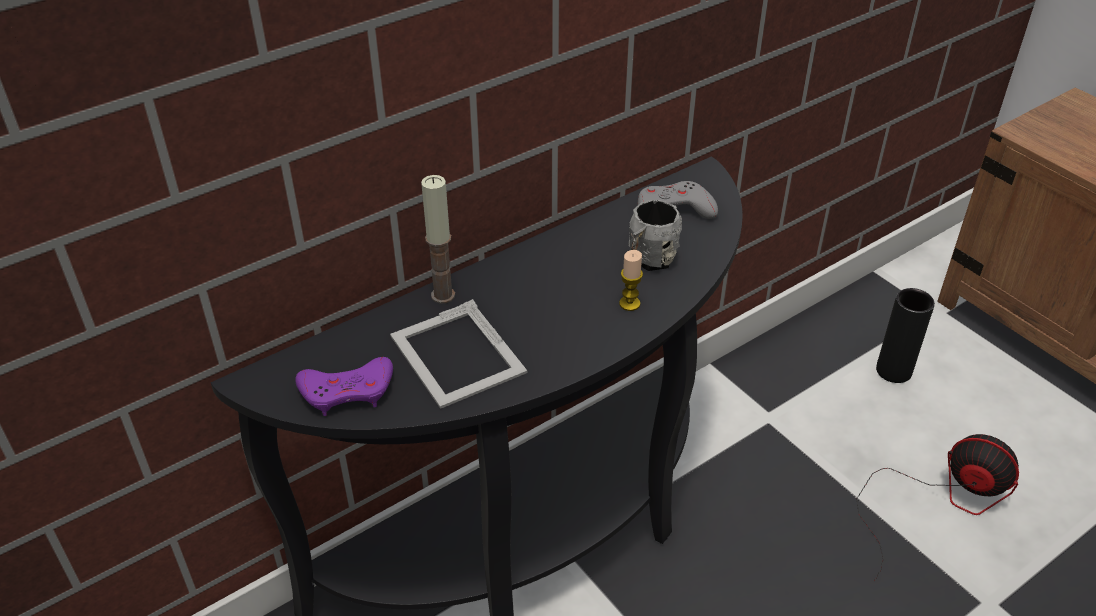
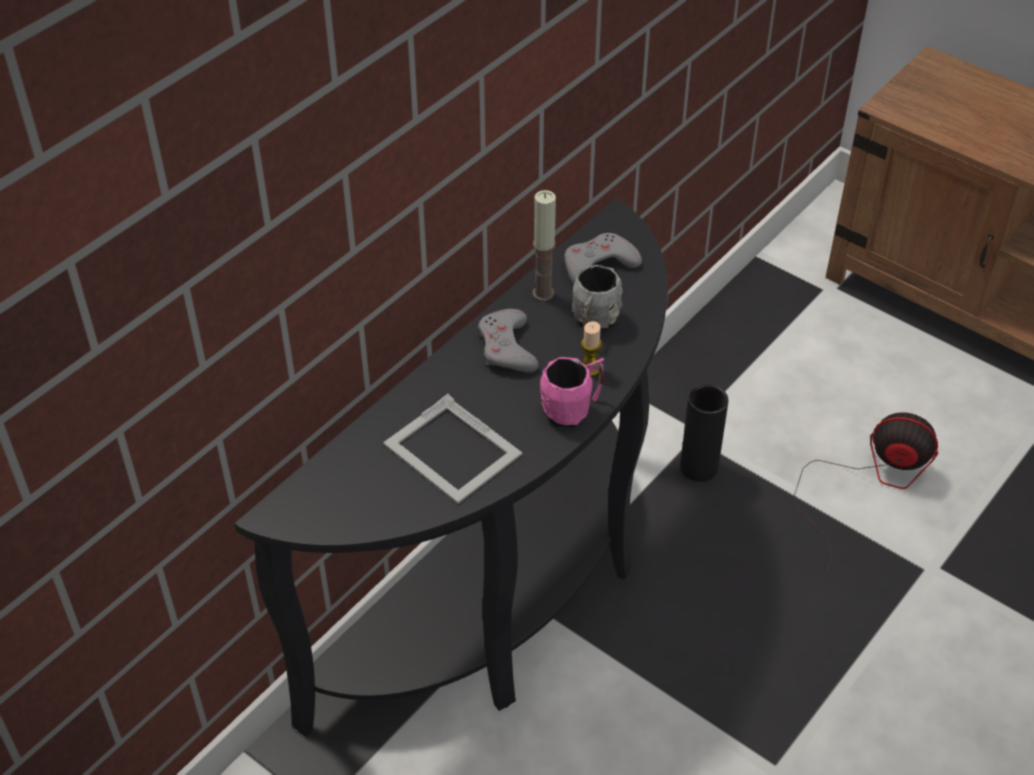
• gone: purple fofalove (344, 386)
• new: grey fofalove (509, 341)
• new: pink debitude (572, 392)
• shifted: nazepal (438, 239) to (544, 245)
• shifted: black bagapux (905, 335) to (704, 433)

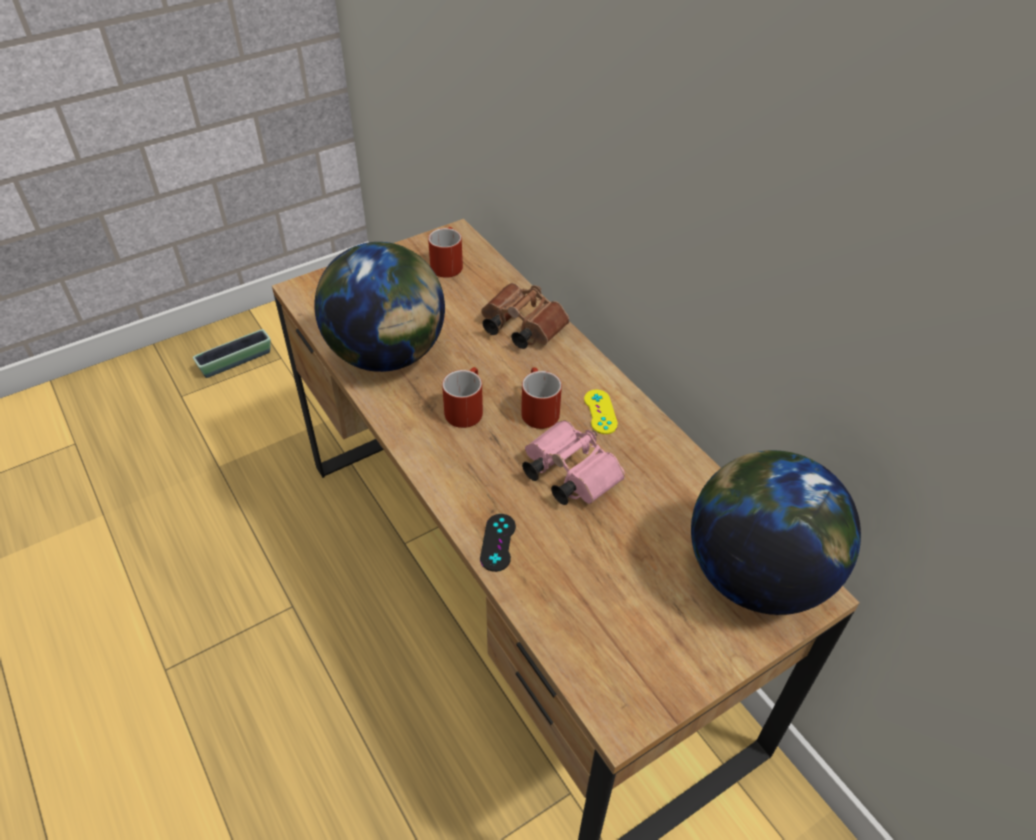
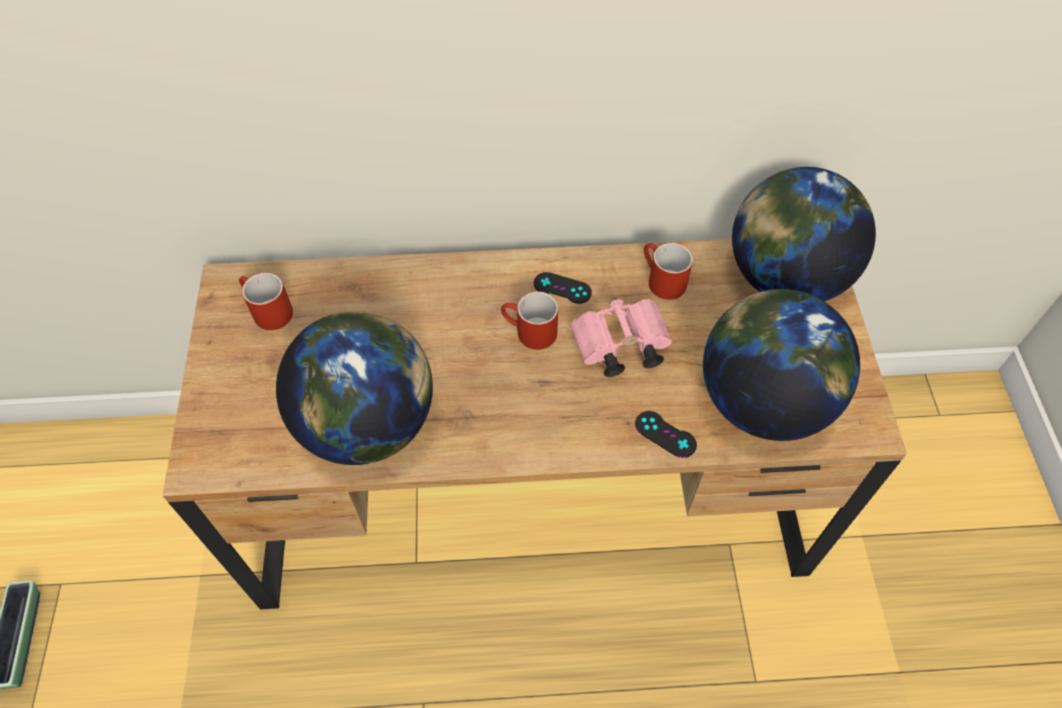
• gone: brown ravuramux (525, 316)
• new: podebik (781, 365)
• shifted: red debitude (462, 397) to (668, 271)
• repainted: yellow fofalove (601, 412) to black fofalove (563, 288)

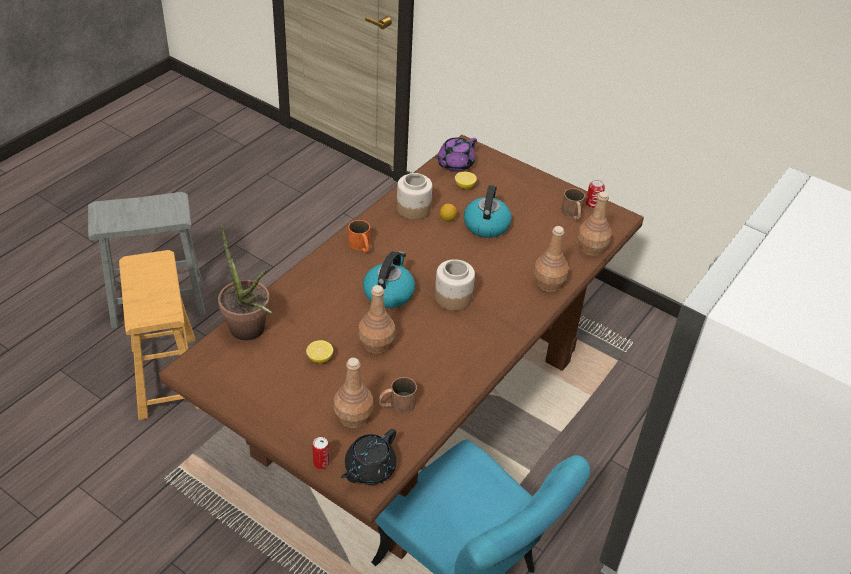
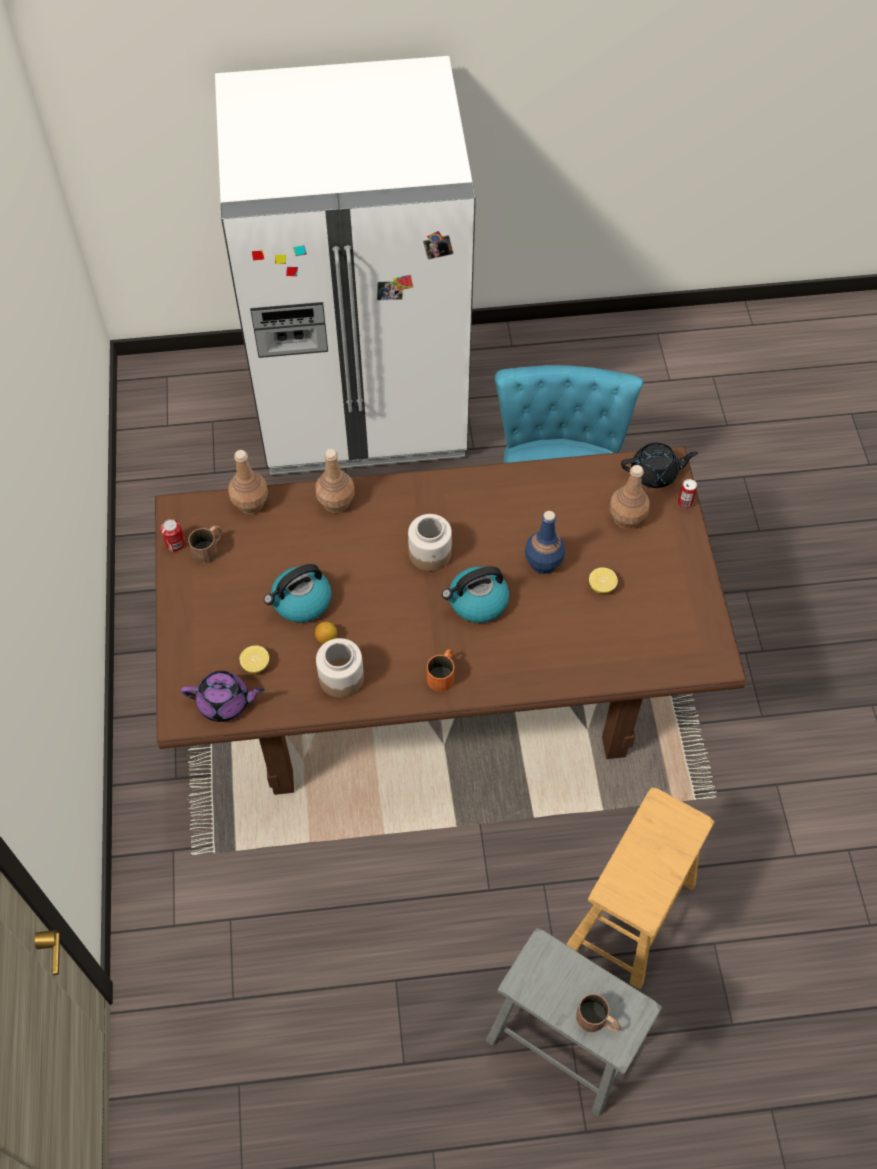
• gone: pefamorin (245, 282)
• shifted: brown debitude (397, 395) to (598, 1013)
• repainted: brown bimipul (376, 319) to blue bimipul (545, 542)

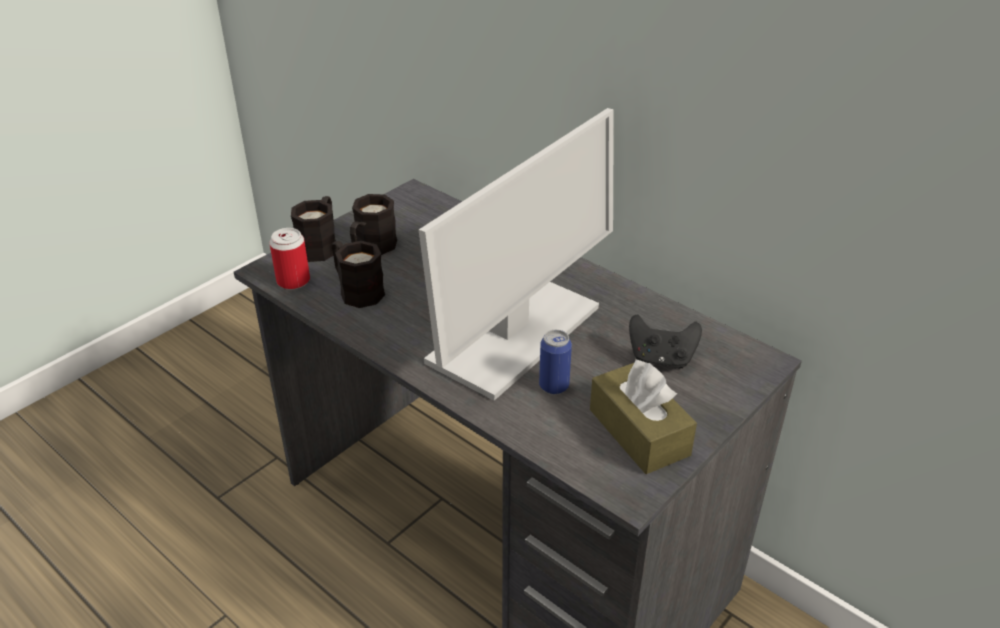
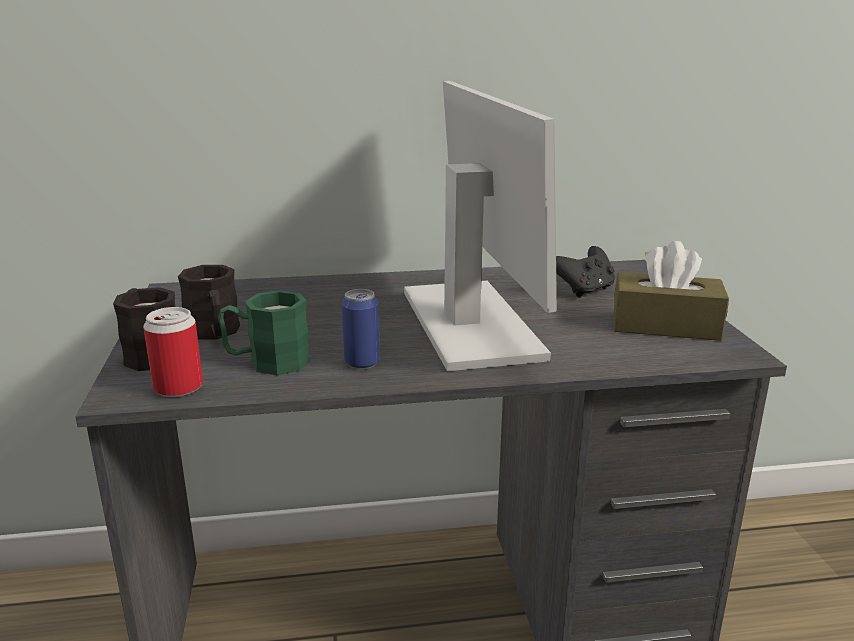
• shifted: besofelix (555, 362) to (361, 329)
• repainted: black debitude (358, 274) to green debitude (264, 332)

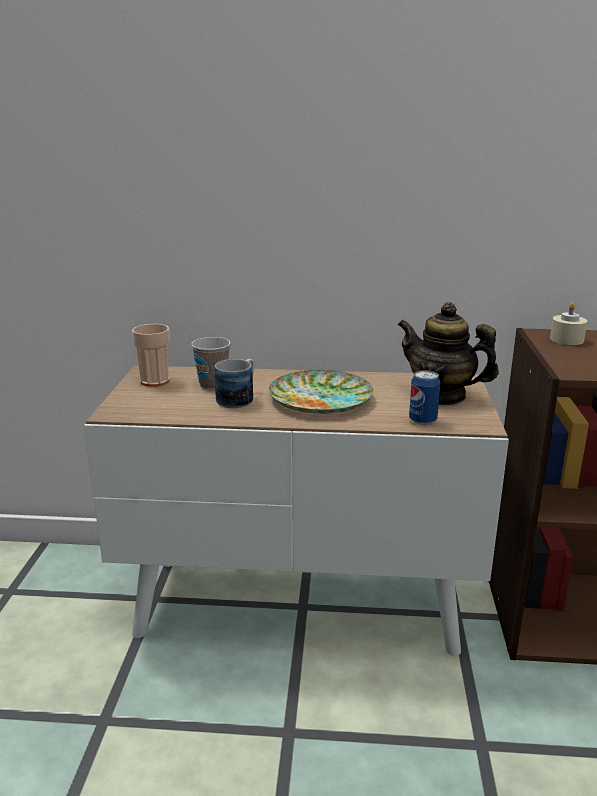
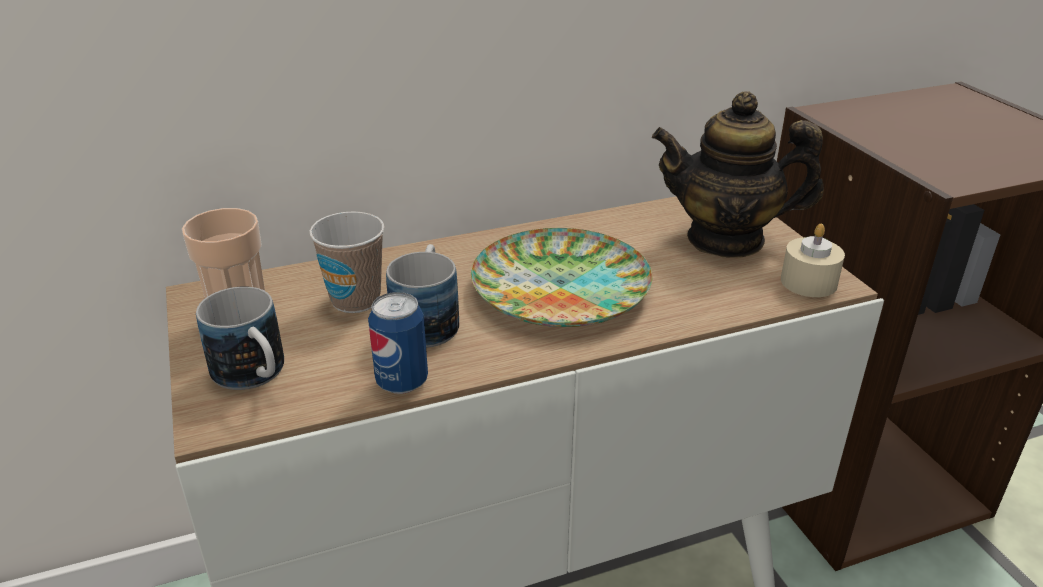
• new: debitude (240, 338)
• shifted: besofelix (424, 397) to (398, 343)
• shifted: beige nazepal (568, 323) to (813, 260)

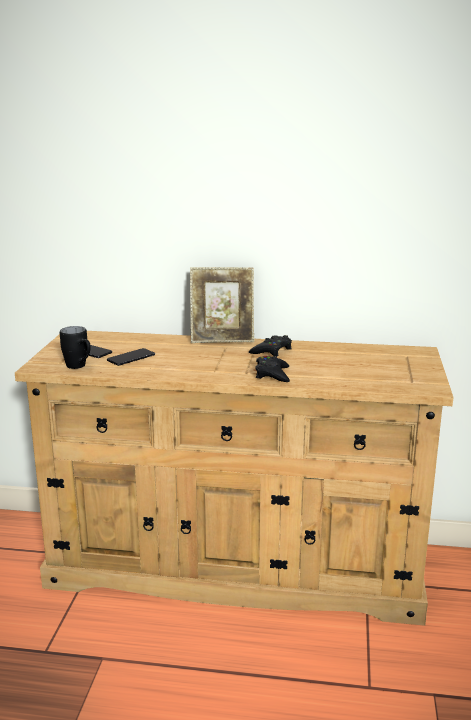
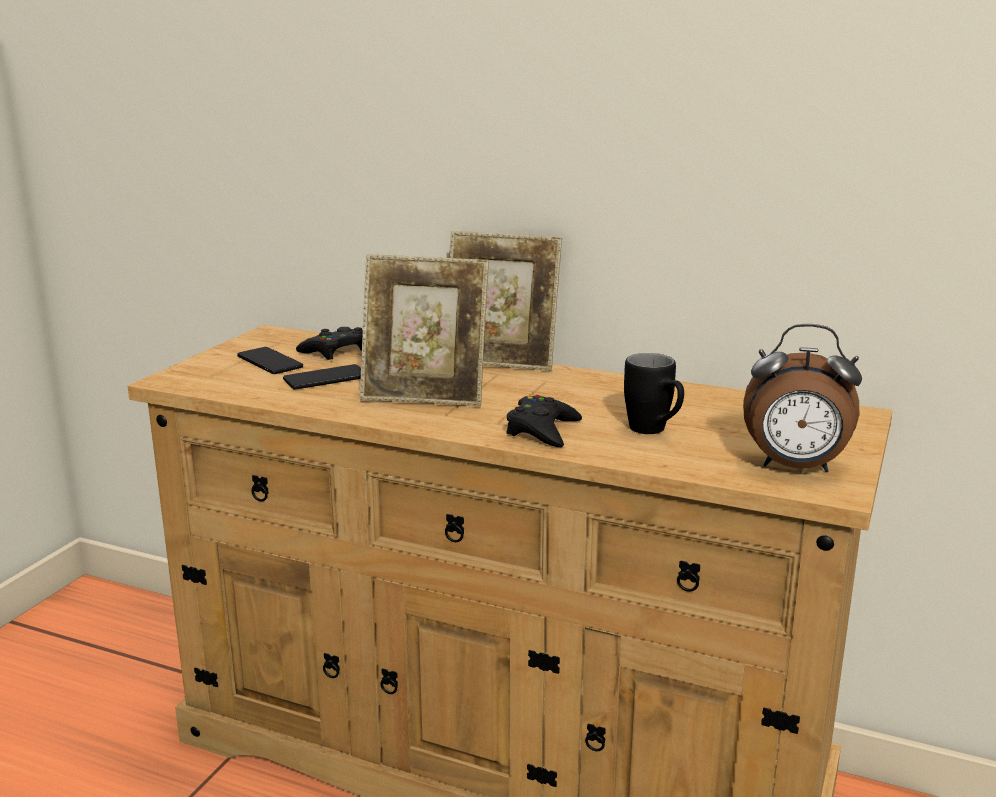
• new: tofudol (424, 330)
• new: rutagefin (802, 398)
• shifted: black debitude (75, 347) to (654, 393)
• shifted: black fofalove (270, 345) to (329, 343)

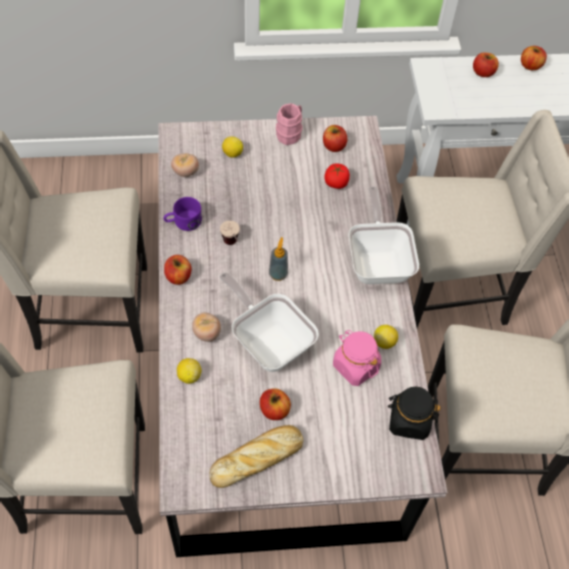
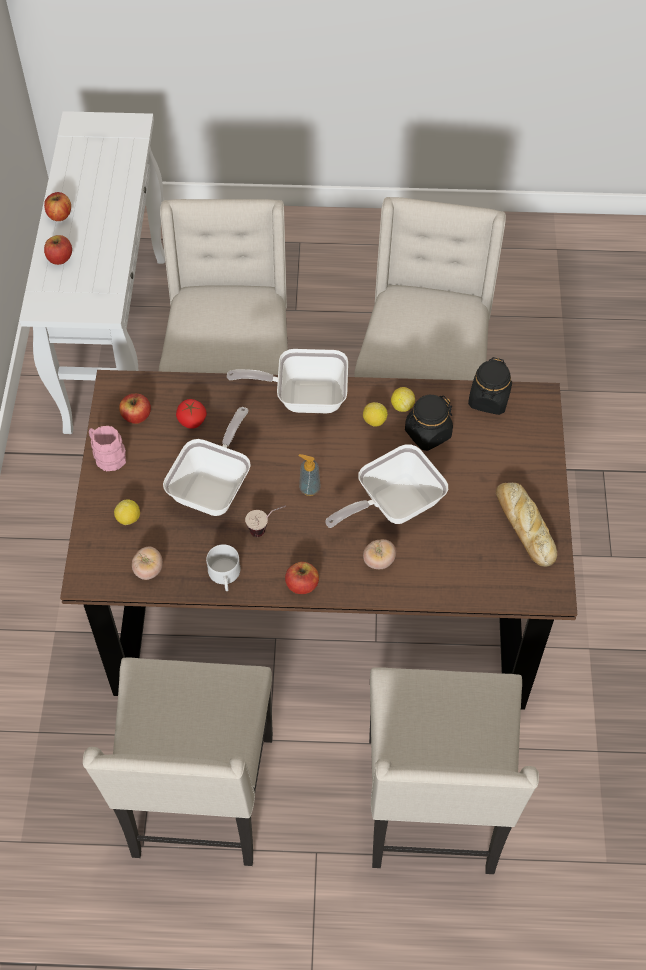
• gone: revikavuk (275, 404)
• new: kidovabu (207, 461)
• shifted: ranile (189, 371) to (375, 414)
• repainted: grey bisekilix (302, 336) to brown bisekilix (318, 540)
• repainted: purple debitude (183, 214) to white debitude (223, 567)
• repainted: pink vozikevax (357, 358) to black vozikevax (429, 423)

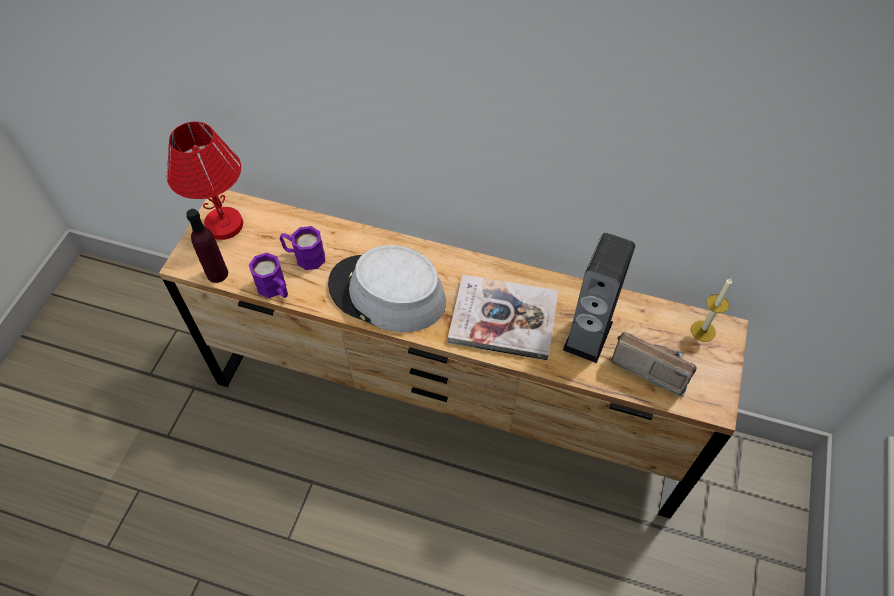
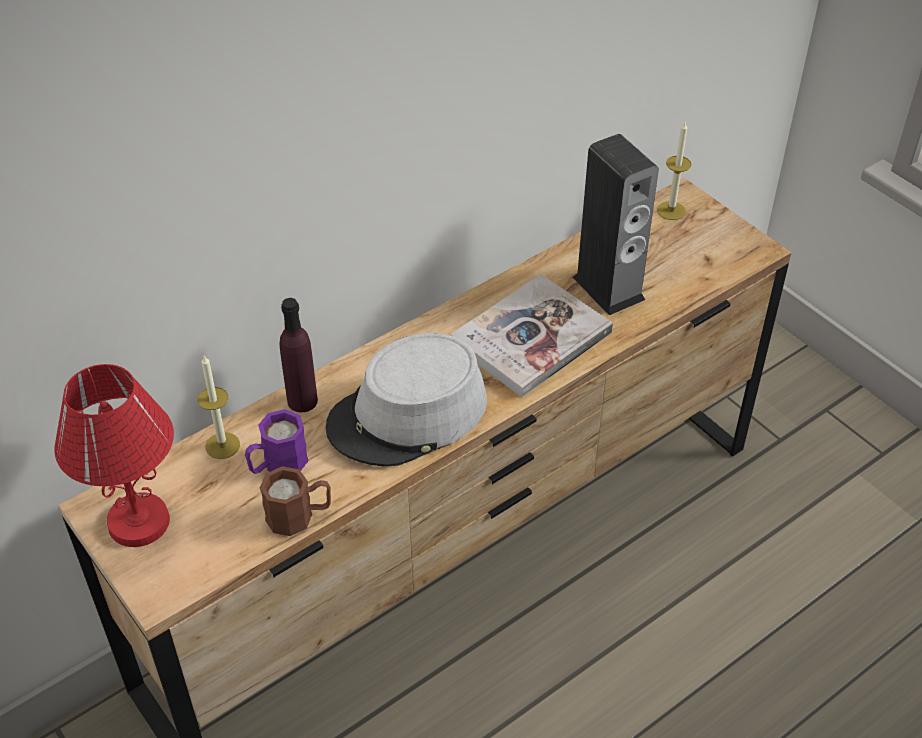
• gone: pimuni (654, 364)
• new: nazepal (219, 407)
• shifted: purple bimipul (207, 246) to (299, 355)
• repainted: purple debitude (268, 275) to brown debitude (295, 501)

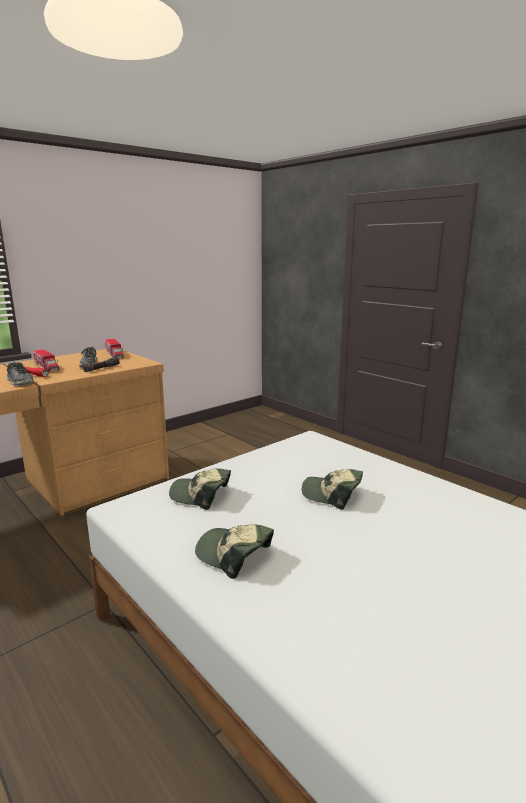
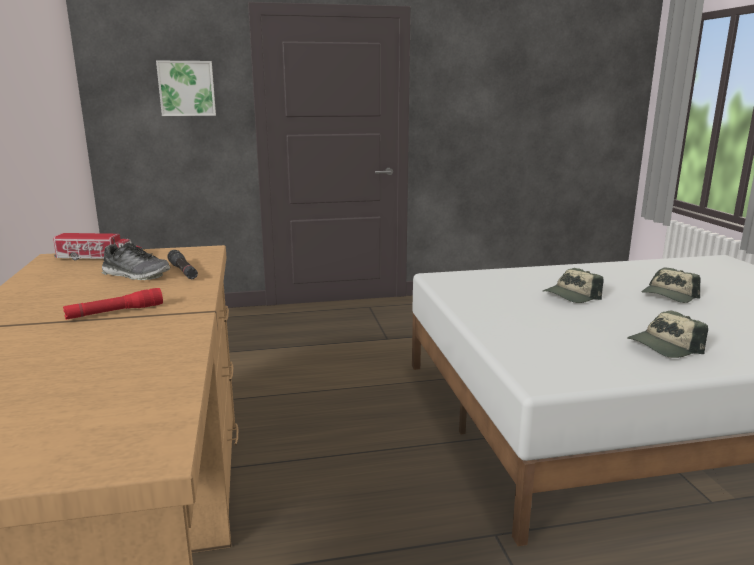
• gone: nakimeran (20, 374)
• gone: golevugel (46, 360)
• new: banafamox (186, 88)
• shifted: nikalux (200, 489) to (671, 285)

